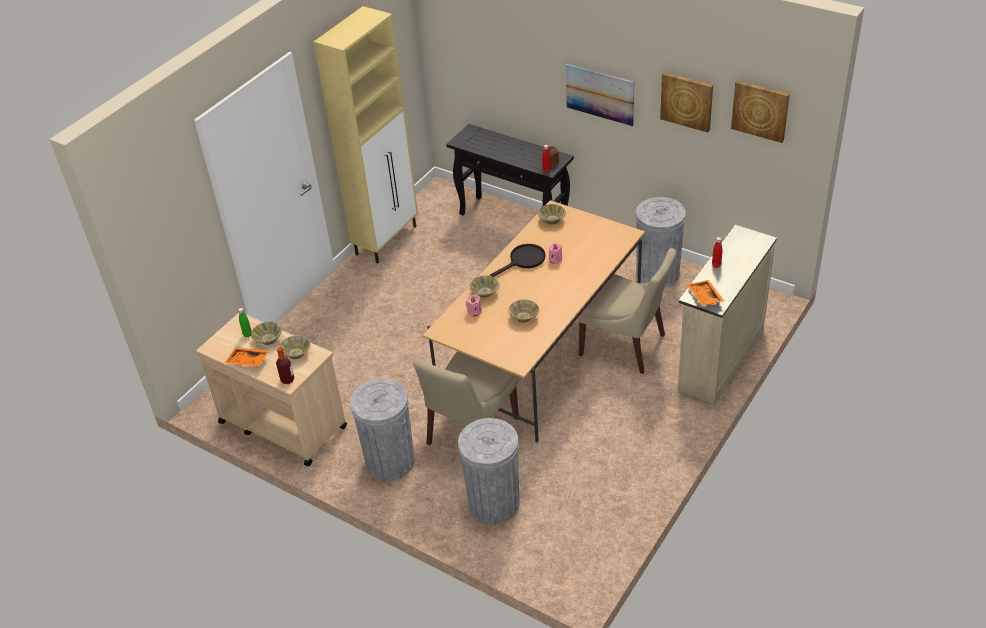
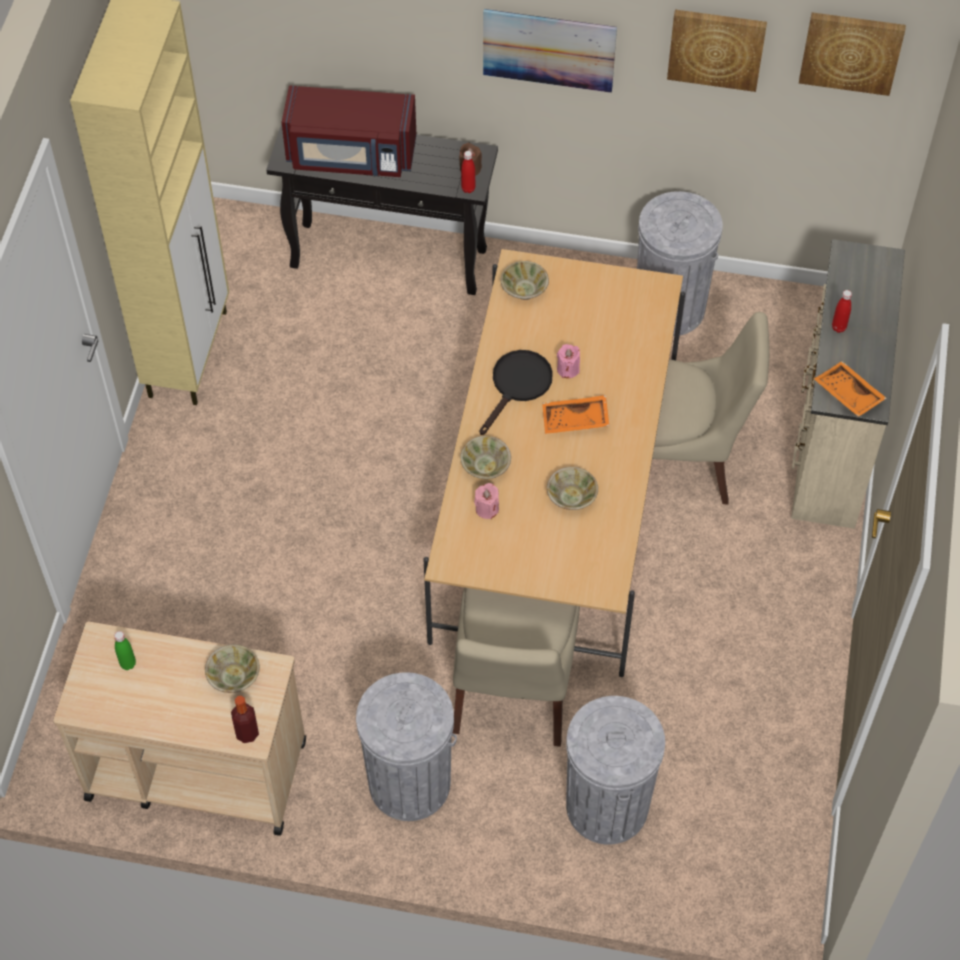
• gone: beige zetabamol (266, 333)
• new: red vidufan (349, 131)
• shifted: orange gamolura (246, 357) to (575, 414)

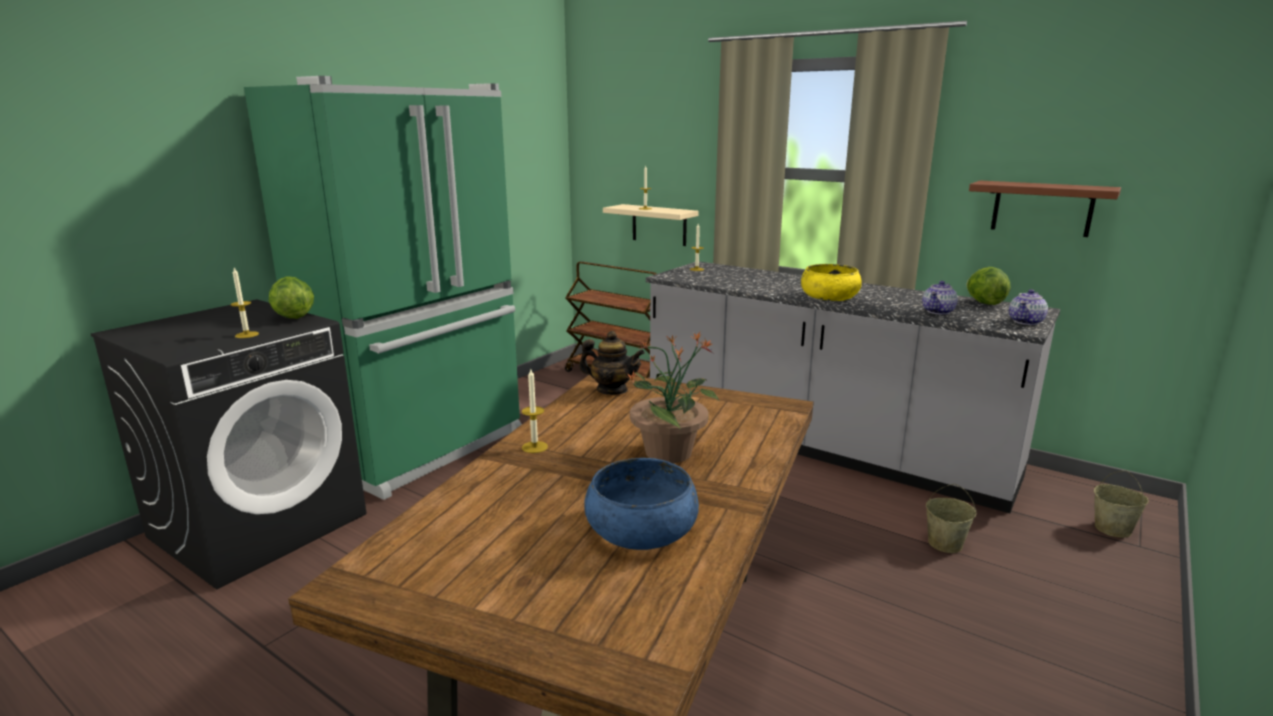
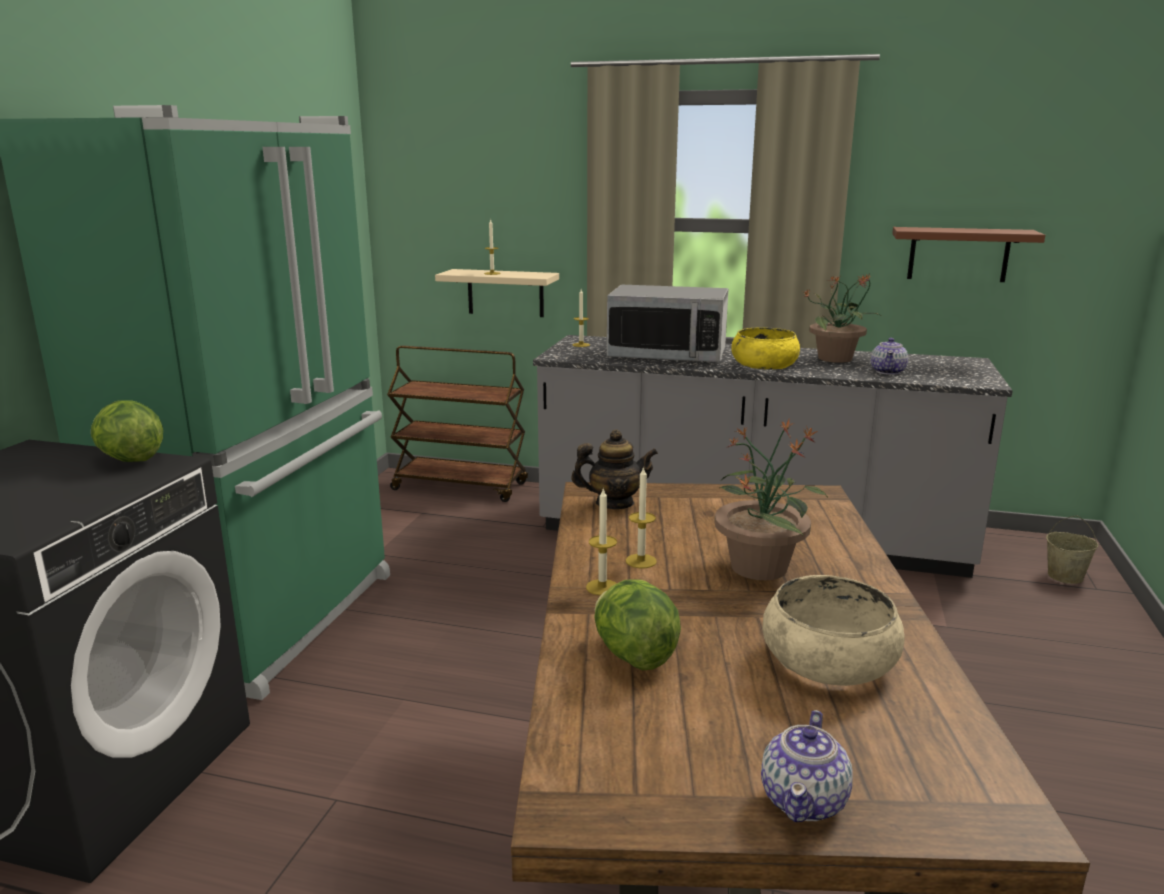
• gone: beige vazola (951, 518)
• new: vidufan (667, 323)
• new: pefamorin (841, 318)
• shifted: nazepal (245, 303) to (641, 517)
• shifted: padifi (988, 286) to (637, 624)
• shifted: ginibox (1028, 307) to (807, 766)
• repainted: blue zetabamol (641, 504) to beige zetabamol (834, 630)

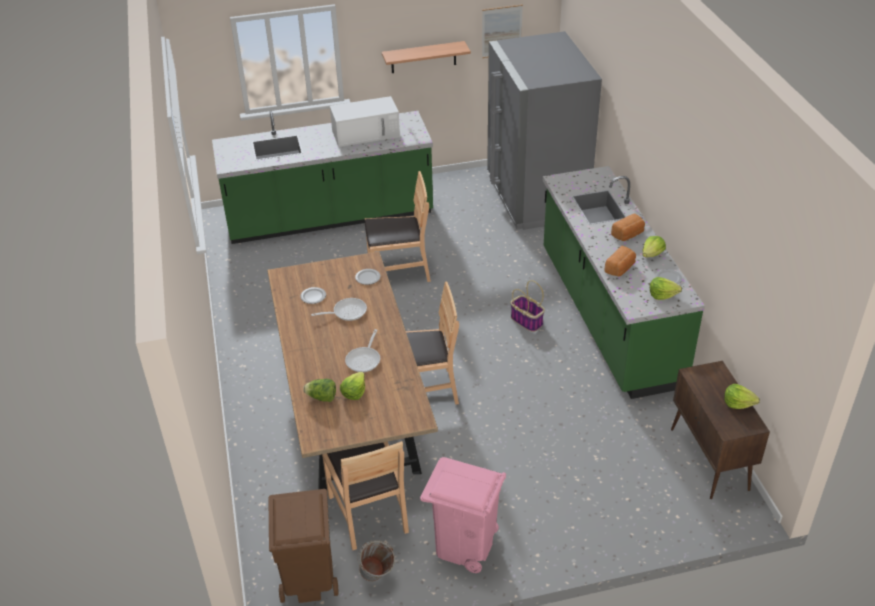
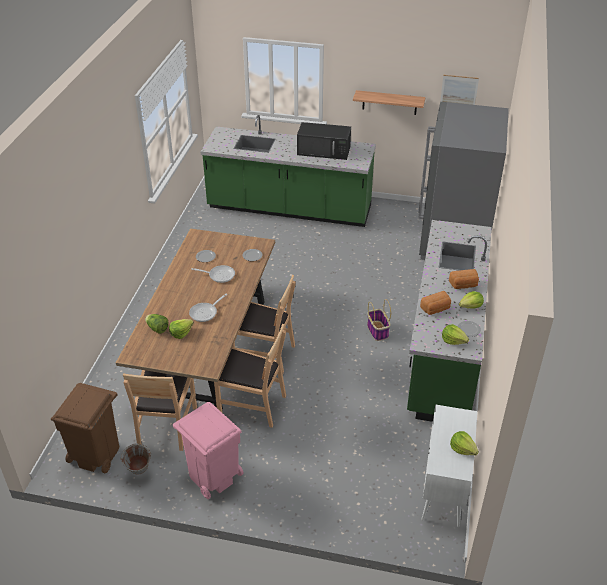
• shifted: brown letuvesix (398, 226) to (250, 376)
• repainted: white vidufan (365, 121) to black vidufan (324, 141)
• repainted: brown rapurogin (720, 430) to white rapurogin (449, 465)

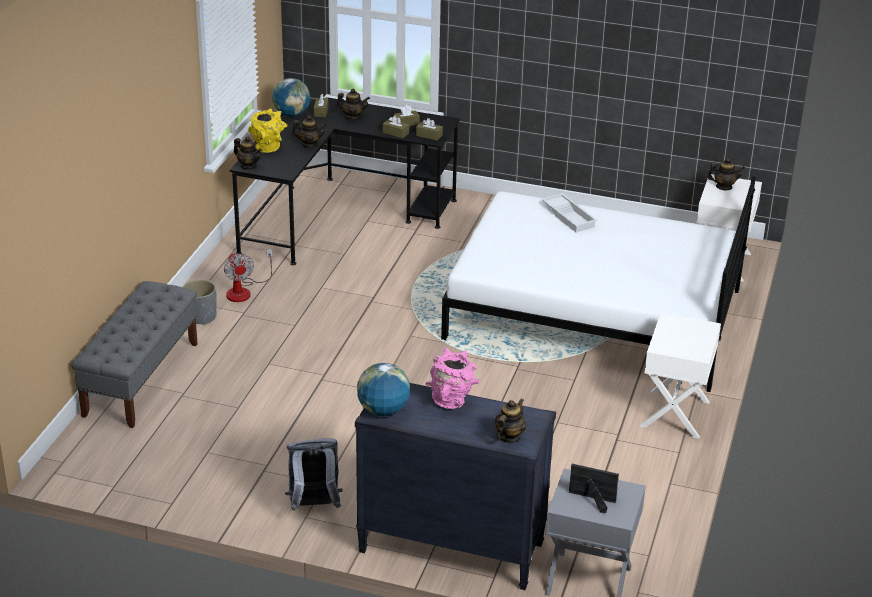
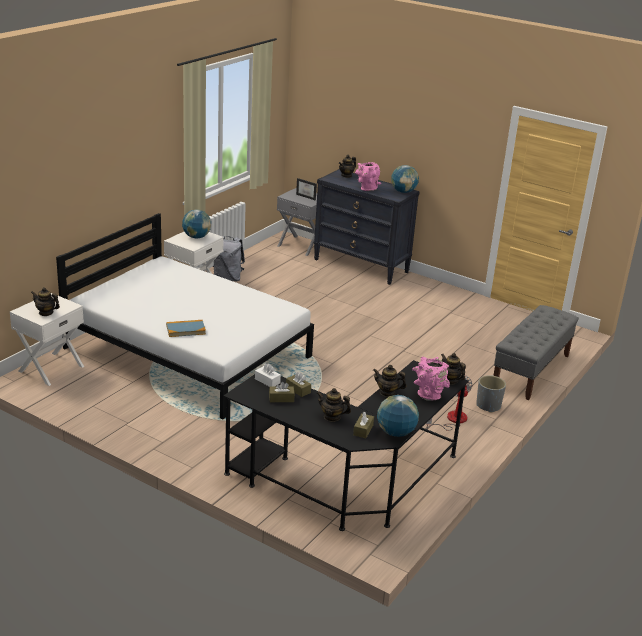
• new: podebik (196, 223)
• shifted: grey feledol (314, 474) to (229, 258)
• swapped: white gamolura (569, 213) to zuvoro (186, 328)
• repainted: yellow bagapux (267, 131) to pink bagapux (431, 378)
• repainted: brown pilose (429, 129) to white pilose (268, 375)

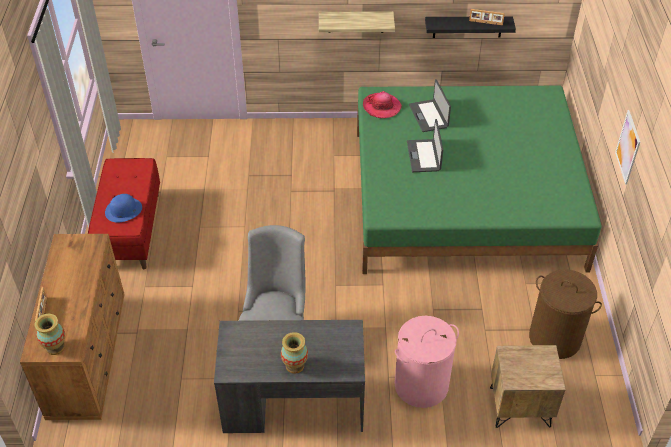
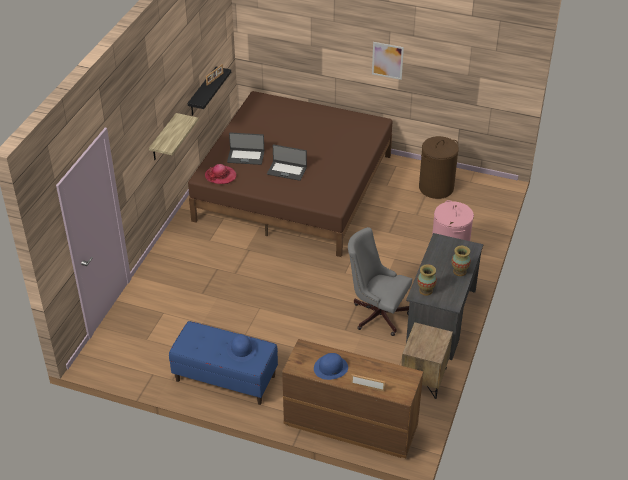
• new: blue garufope (331, 366)
• shifted: bagapux (49, 334) to (427, 280)
• shifted: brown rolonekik (528, 386) to (427, 360)
• repainted: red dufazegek (124, 213) to blue dufazegek (223, 363)
• repainted: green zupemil (479, 180) to brown zupemil (290, 174)

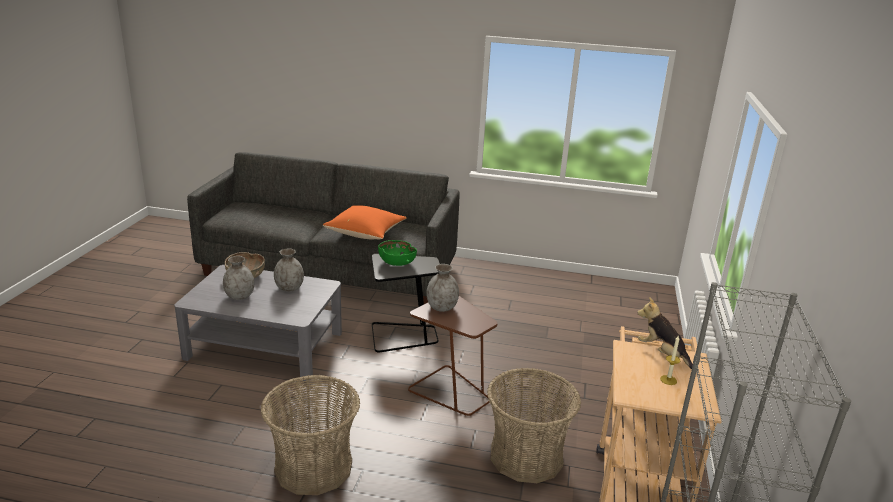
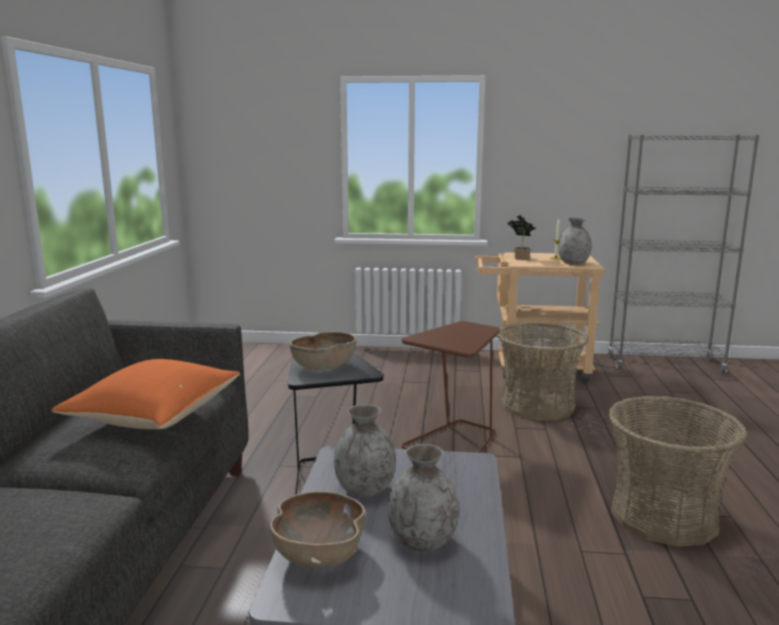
• shifted: grey bagapux (442, 288) to (575, 241)
• swapped: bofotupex (665, 333) to pefamorin (521, 237)
• repainted: green zetabamol (397, 253) to brown zetabamol (323, 351)

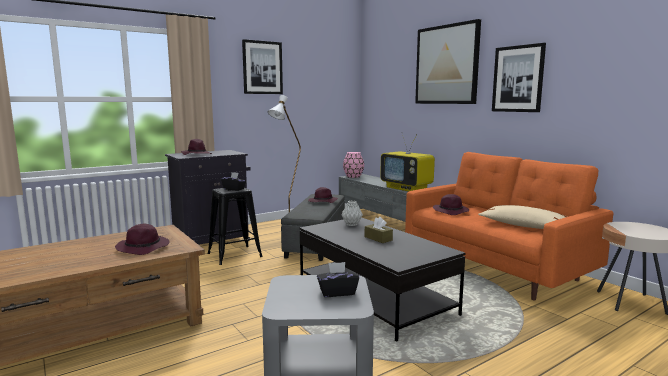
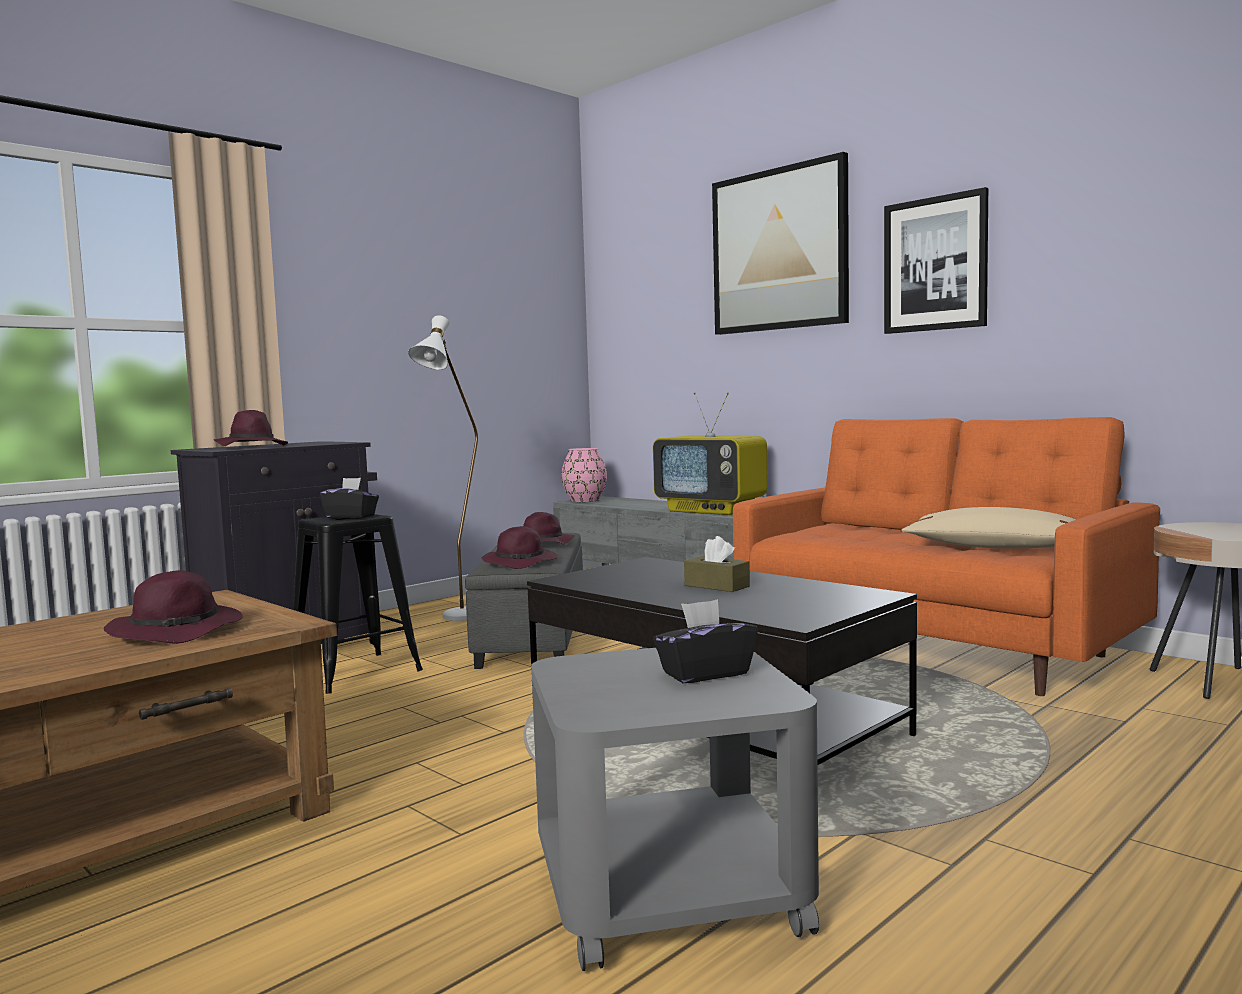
• gone: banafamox (262, 66)
• gone: grey bagapux (352, 213)
• shifted: purple garufope (451, 204) to (520, 547)

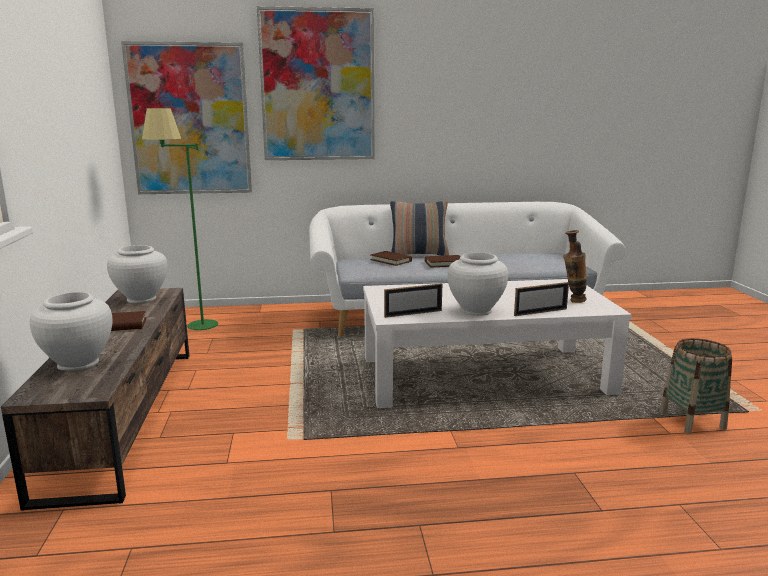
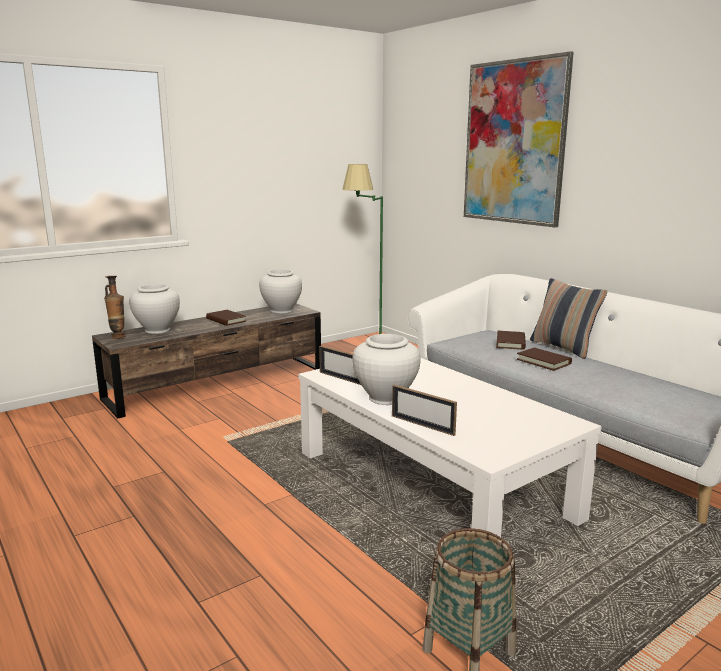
• gone: banafamox (186, 117)
• shifted: bagapux (575, 266) to (114, 307)

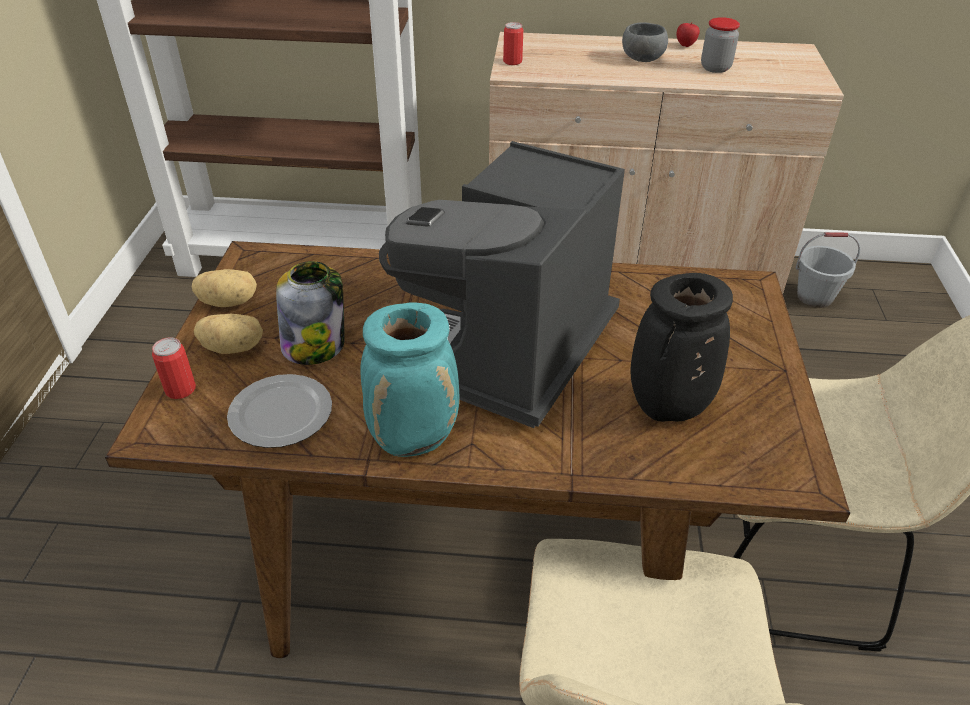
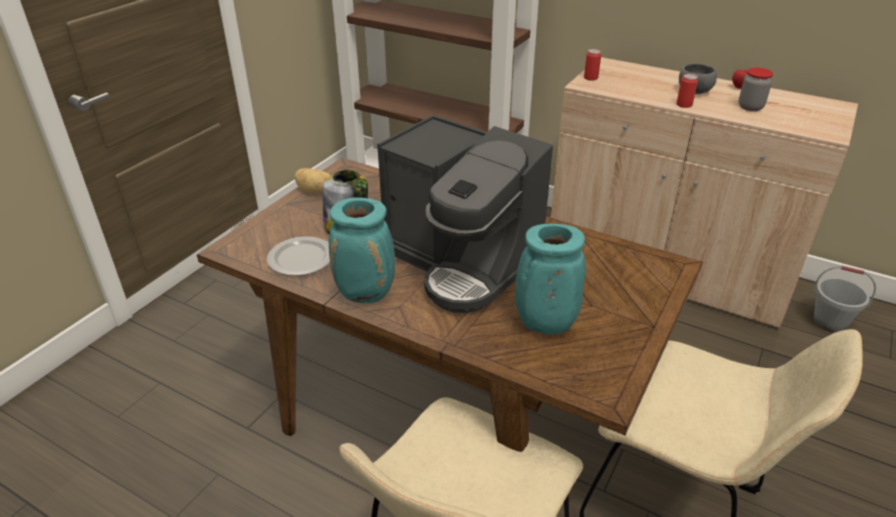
• gone: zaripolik (228, 334)
• shifted: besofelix (174, 368) to (687, 91)
• repainted: black bagapux (682, 347) to turquoise bagapux (550, 279)
• rotated: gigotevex (502, 284) = (465, 213) 105 degrees counterclockwise

